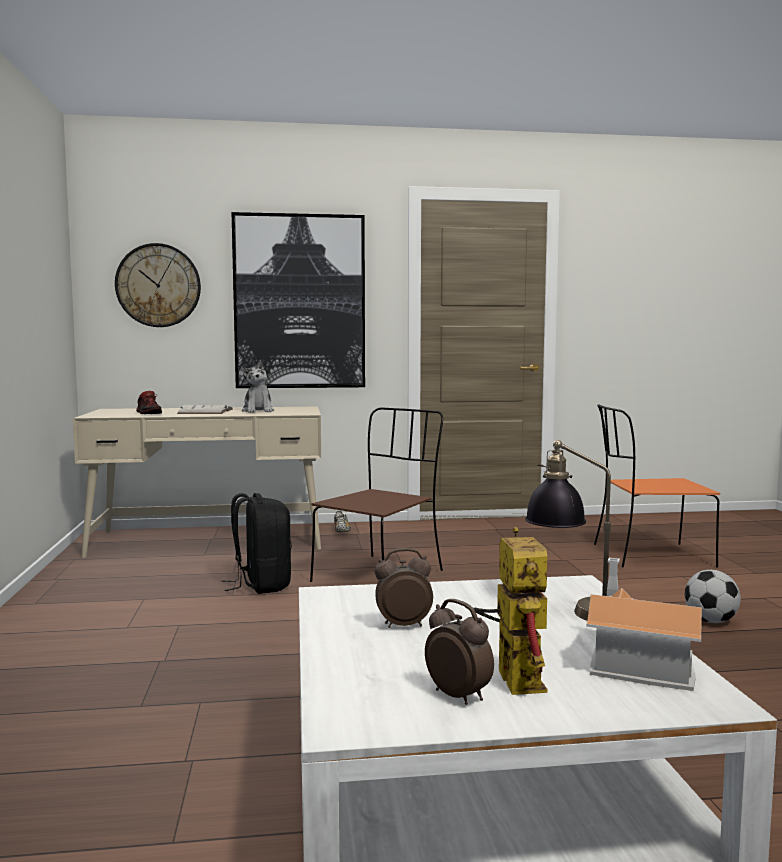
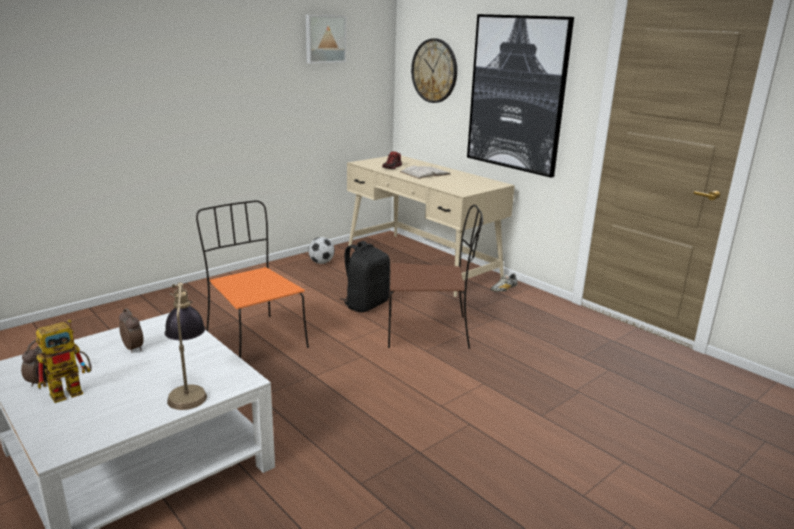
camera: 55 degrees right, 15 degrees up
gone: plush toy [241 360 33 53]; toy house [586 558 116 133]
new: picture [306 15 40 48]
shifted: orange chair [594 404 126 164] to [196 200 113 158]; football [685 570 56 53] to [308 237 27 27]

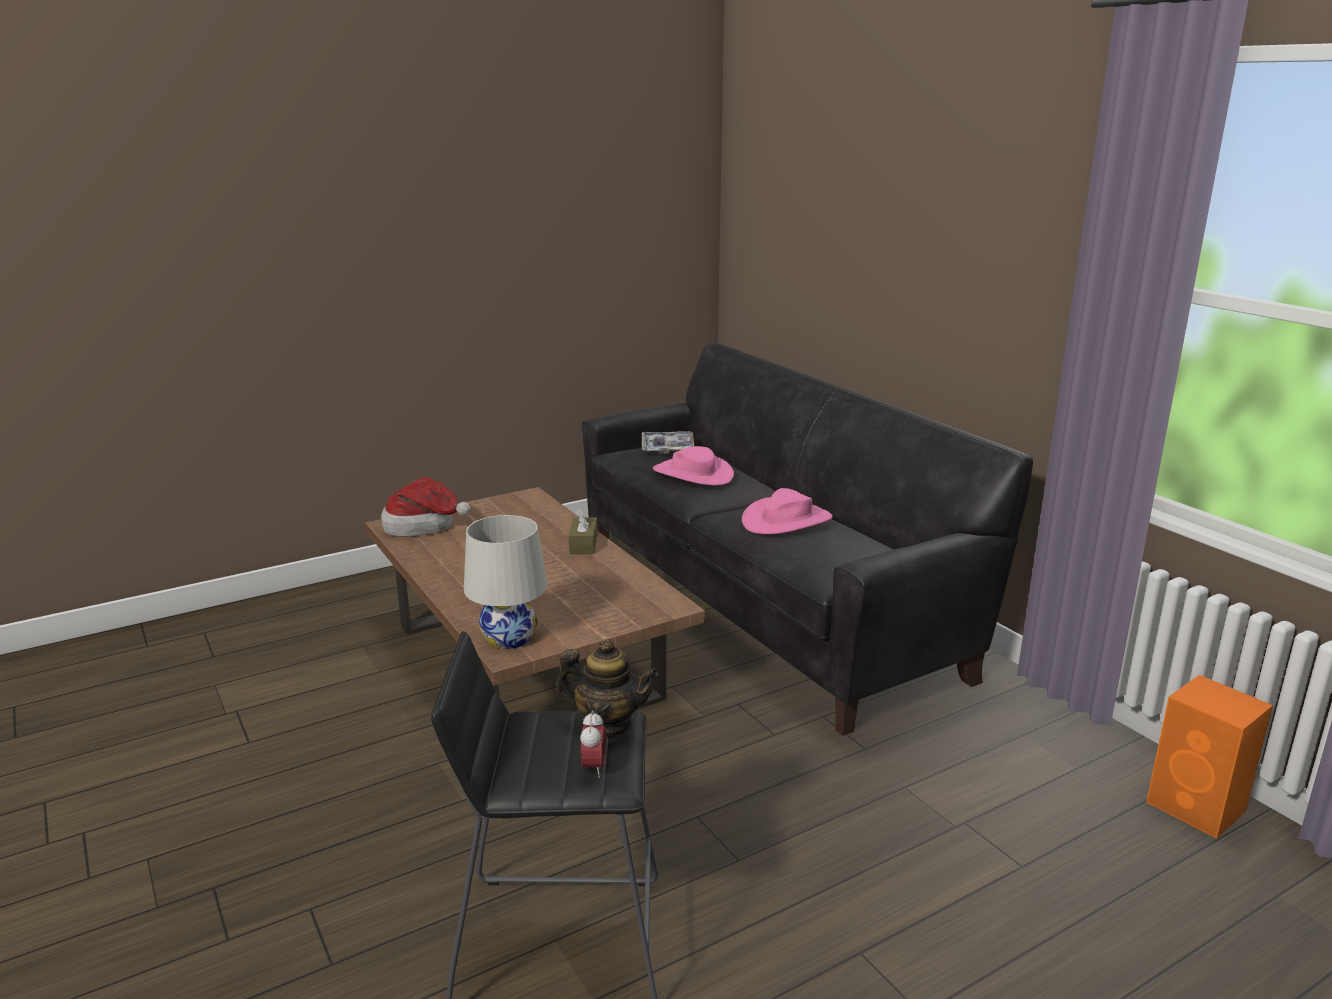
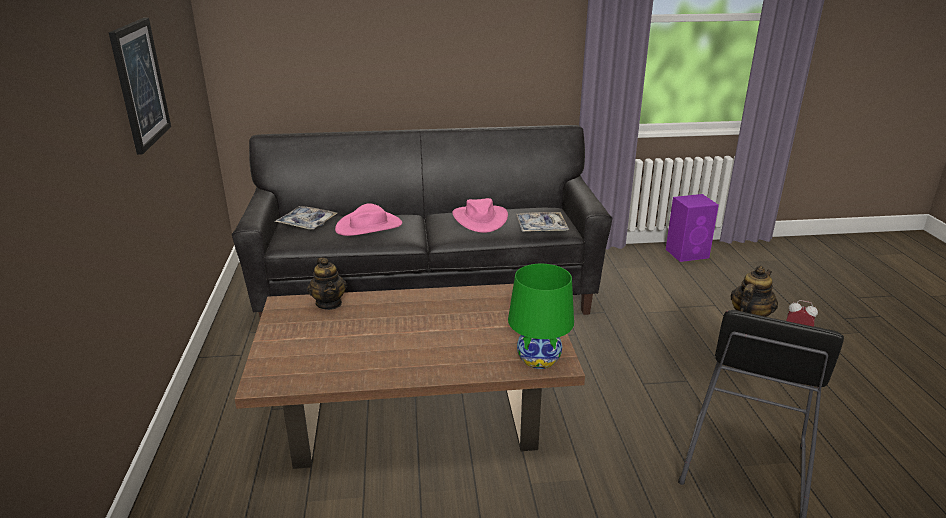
camera: 65 degrees left, 5 degrees up
gone: hat [381 477 90 60]; brown tissue box [569 508 28 46]
new: picture [109 18 62 137]; teapot [307 257 40 53]; tray [516 212 53 20]
repainted: white table lamp [464 515 84 134] to green table lamp [508 264 66 105]; orange speaker [1146 675 127 164] to purple speaker [666 194 53 68]

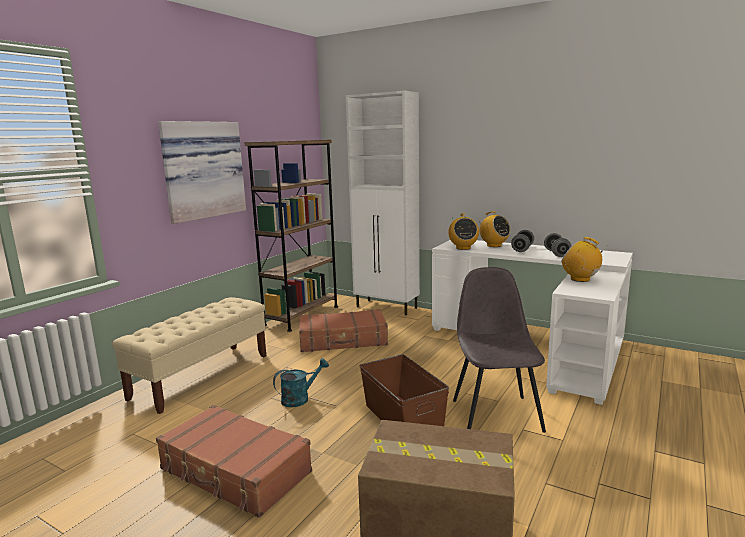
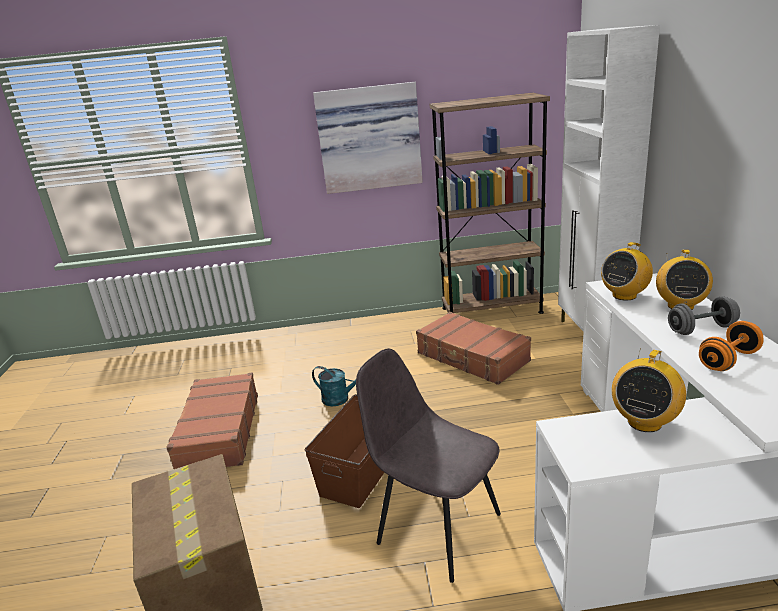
camera: 55 degrees right, 10 degrees up
gone: beige bench [112 297 154 117]
repainted: grey dumbbell [544 233 27 24] to orange dumbbell [699 321 64 50]
rotated: grey chair [453 267 93 166] = [356 348 145 235] 105 degrees counterclockwise; radio [561 237 44 45] = [612 348 74 84] 150 degrees counterclockwise

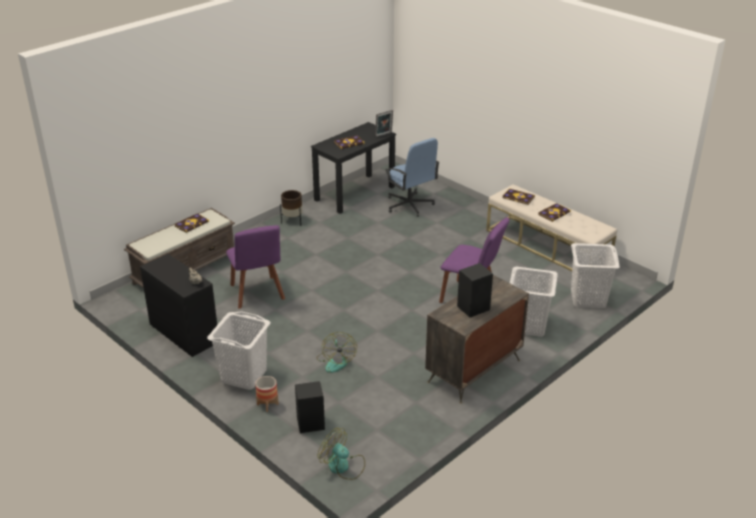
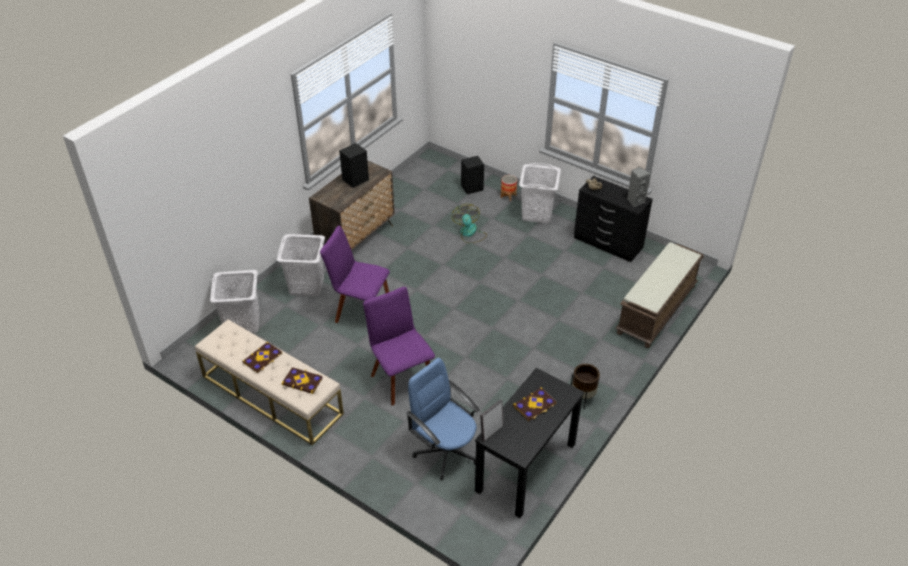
camera: 170 degrees right, 10 degrees up
gone: book [174 214 35 19]; fan [317 428 48 52]
new: grey speaker [627 167 24 40]
shifted: purple chair [226 225 59 84] to [363 287 72 119]

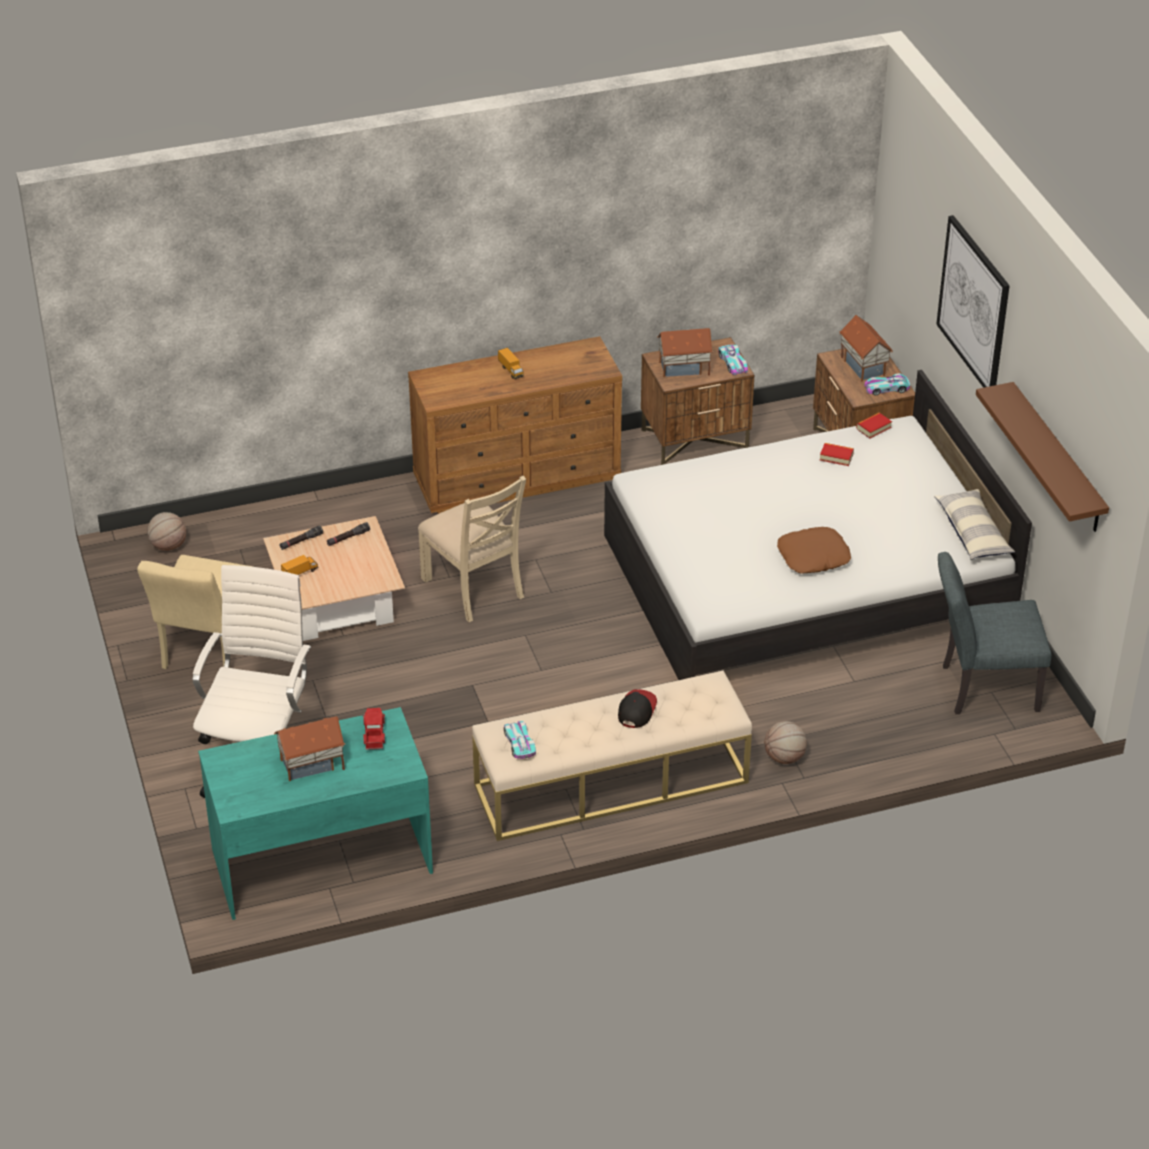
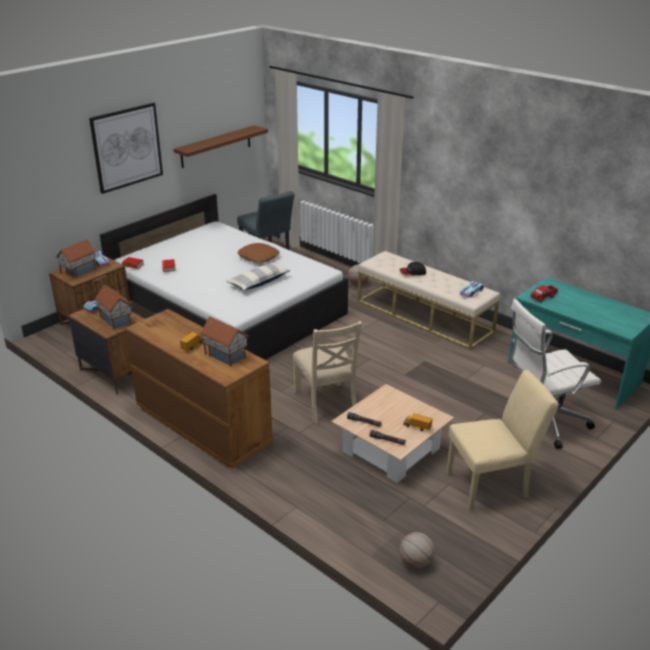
camera: 120 degrees left, 10 degrees down
shifted: toy house [274 716 71 65] to [200 317 49 50]; pillow [934 489 81 71] to [226 262 64 28]
rotated: beige chair [418 475 108 147] = [293 321 69 103] 135 degrees clockwise

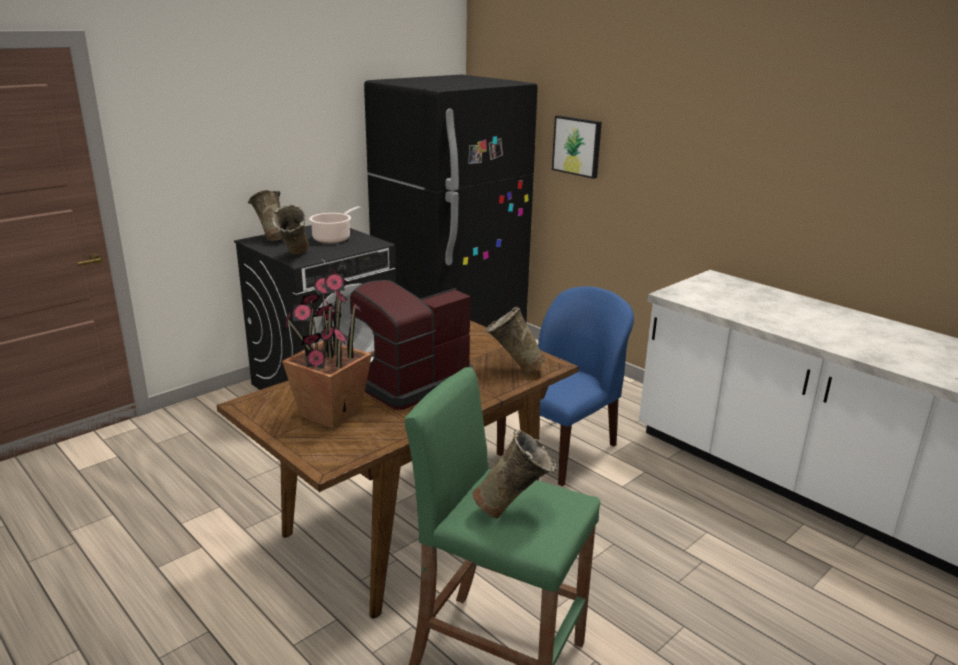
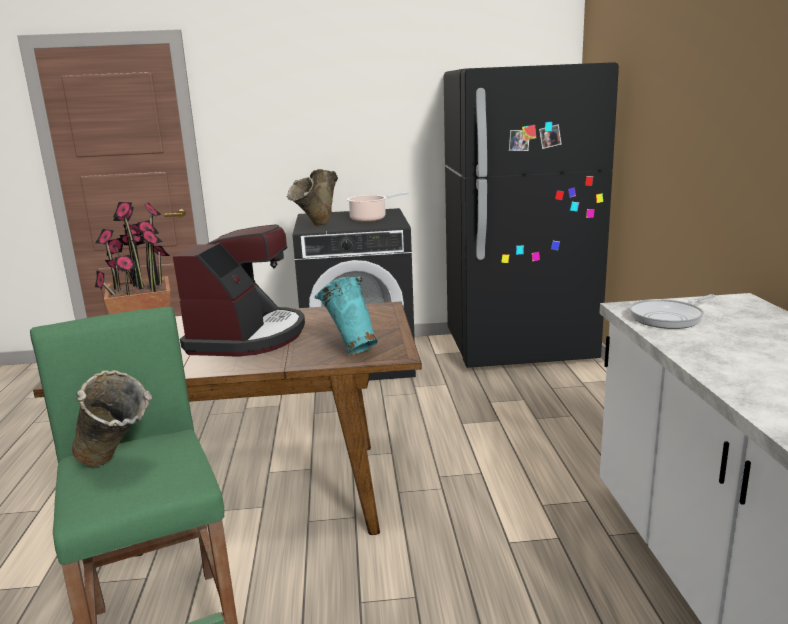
camera: 40 degrees right, 5 degrees down
gone: blue chair [497 286 137 200]; picture [552 115 50 64]
new: frying pan [629 294 87 35]
repainted: beige vase [486 307 60 67] to turquoise vase [315 277 63 78]
rotated: coffee machine [350 280 123 130] = [173 224 132 133] 105 degrees clockwise

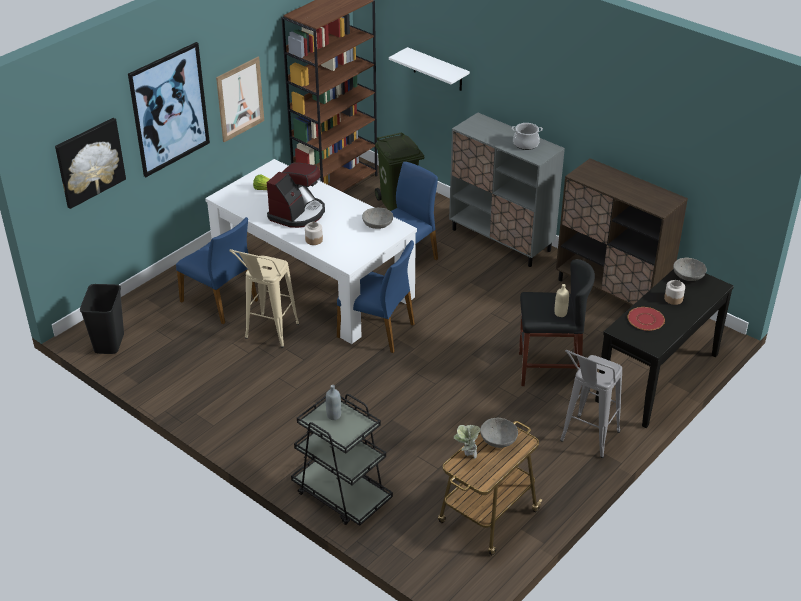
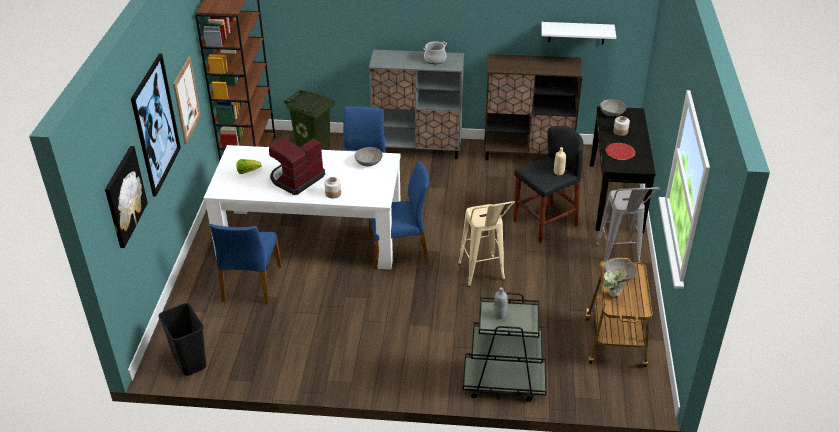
camera: 35 degrees left, 0 degrees up
shifted: beige stool [229 249 70 99] to [458 201 57 86]; white shelf [389 47 81 44] to [541 22 75 23]
rotated: blue chair [176 217 82 107] = [210 224 71 80] 90 degrees clockwise; coffee machine [267 163 58 65] = [269 138 56 57] 135 degrees counterclockwise

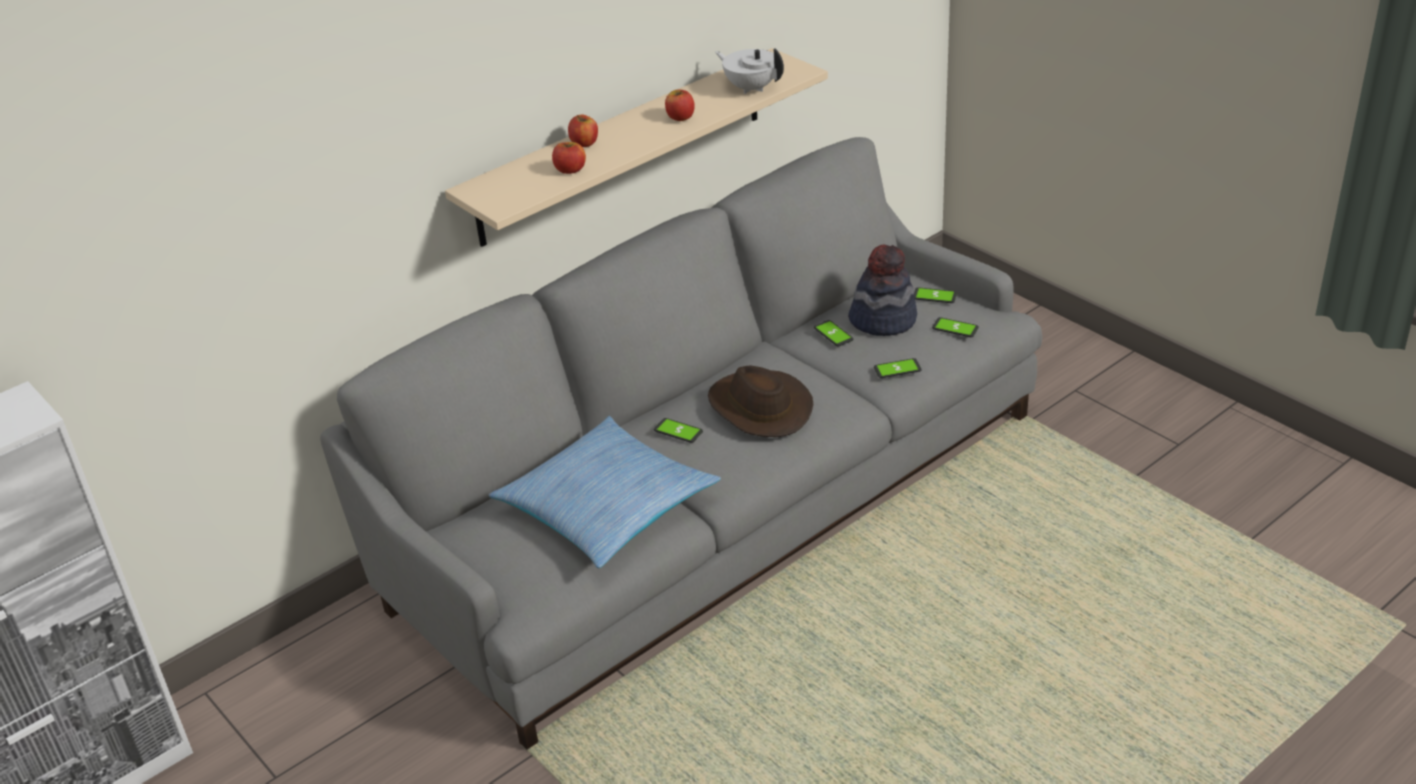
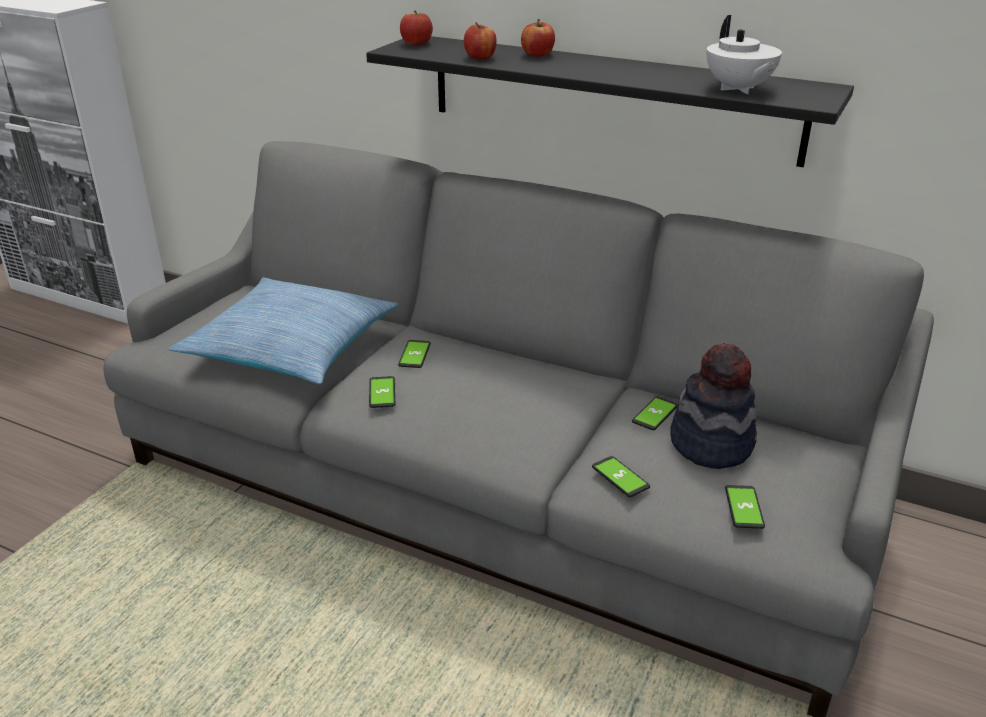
camera: 65 degrees right, 5 degrees down
gone: brown hat [708 365 105 72]
shifted: apple [665 89 30 32] to [400 10 33 35]; phone [914 287 43 16] to [369 376 26 32]
repainted: beige shelf [445 48 383 199] to black shelf [366 36 488 131]
rotated: white teapot [715 48 69 46] = [707 15 75 79] 150 degrees clockwise

